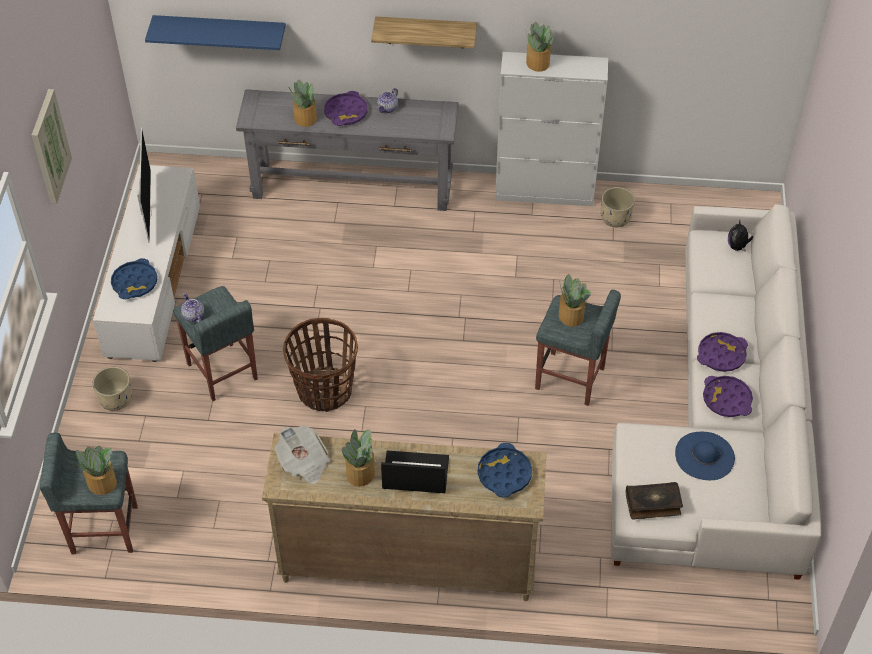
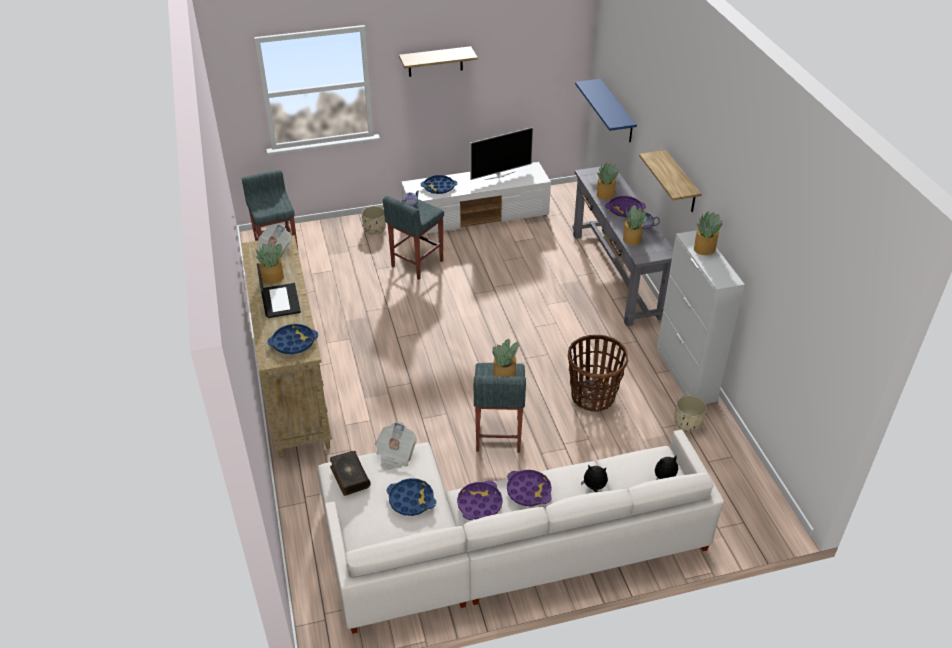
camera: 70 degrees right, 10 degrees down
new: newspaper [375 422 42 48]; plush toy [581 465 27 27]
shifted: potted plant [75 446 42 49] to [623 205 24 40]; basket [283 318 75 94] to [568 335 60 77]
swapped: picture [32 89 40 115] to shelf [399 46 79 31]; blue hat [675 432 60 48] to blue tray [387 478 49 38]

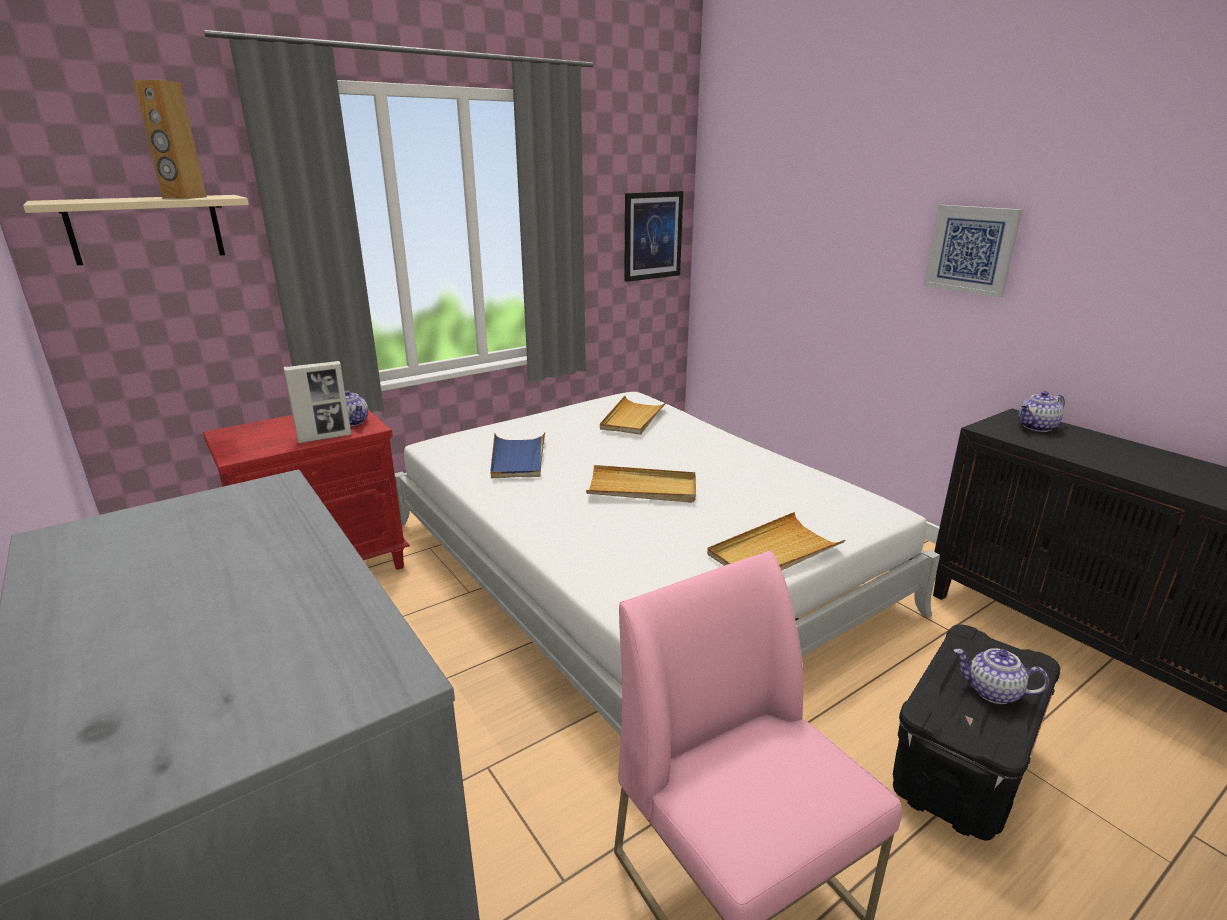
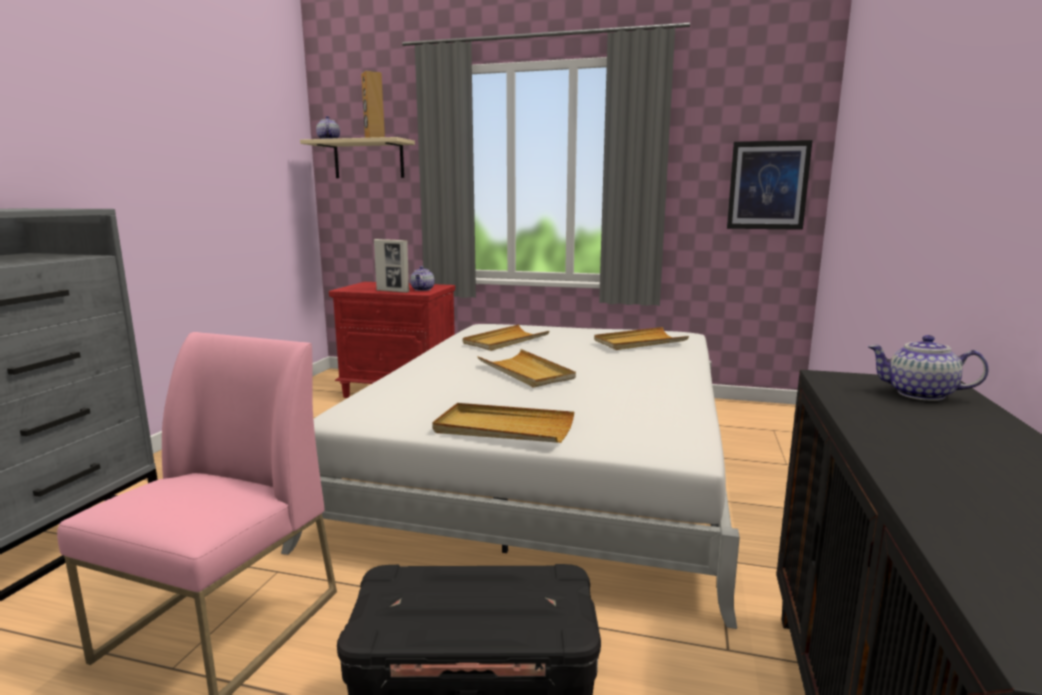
camera: 50 degrees right, 10 degrees down
gone: picture [924 205 99 93]
shifted: teapot [954 648 95 56] to [316 116 24 23]
repainted: blue tray [490 432 55 46] to beige tray [463 324 86 27]

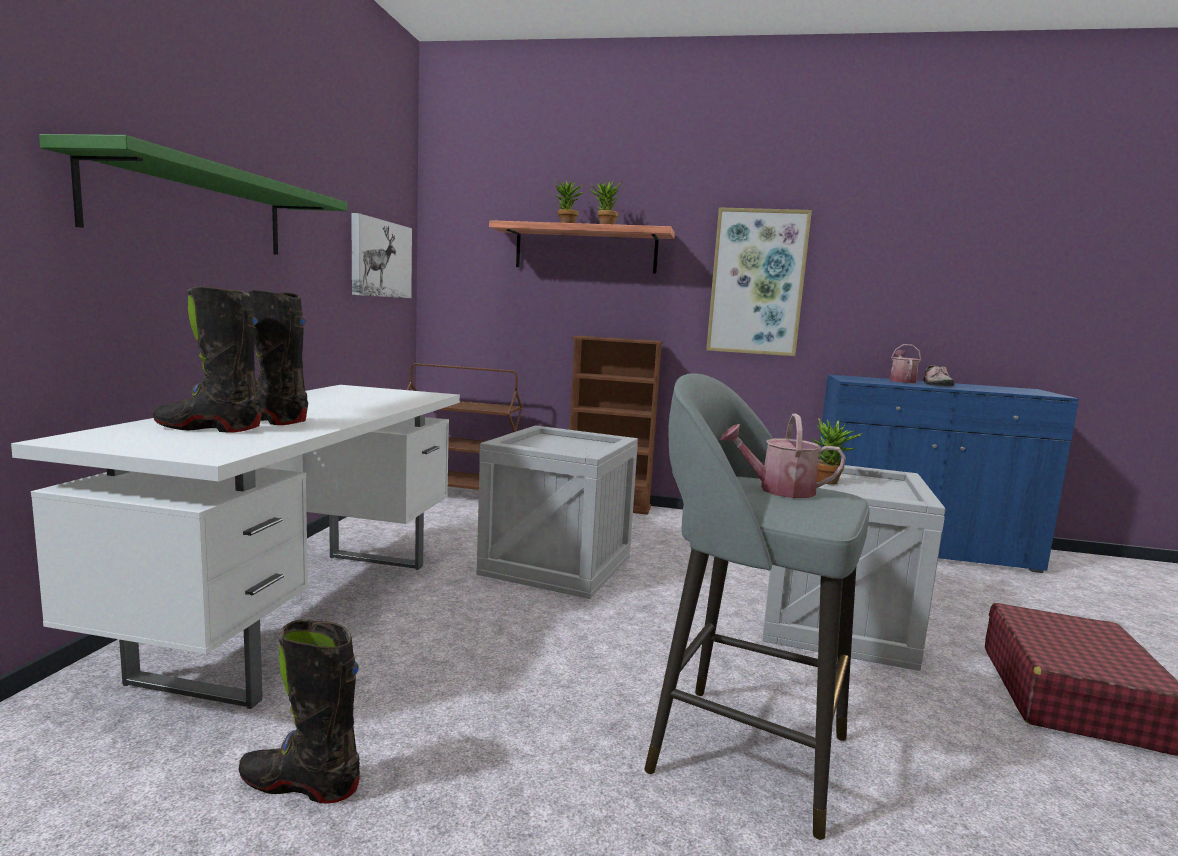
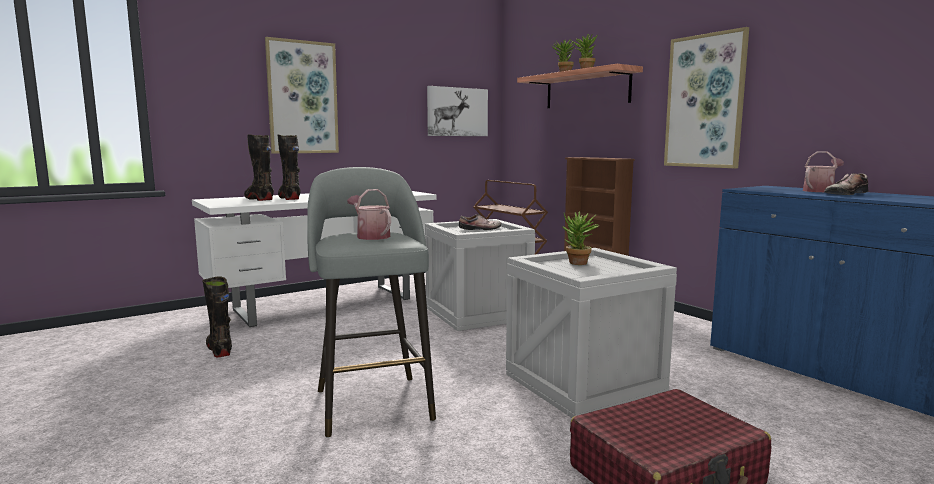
camera: 45 degrees right, 0 degrees up
new: shoe [459 214 42 16]
swapped: green shelf [39 134 309 121] to picture [265 37 74 117]

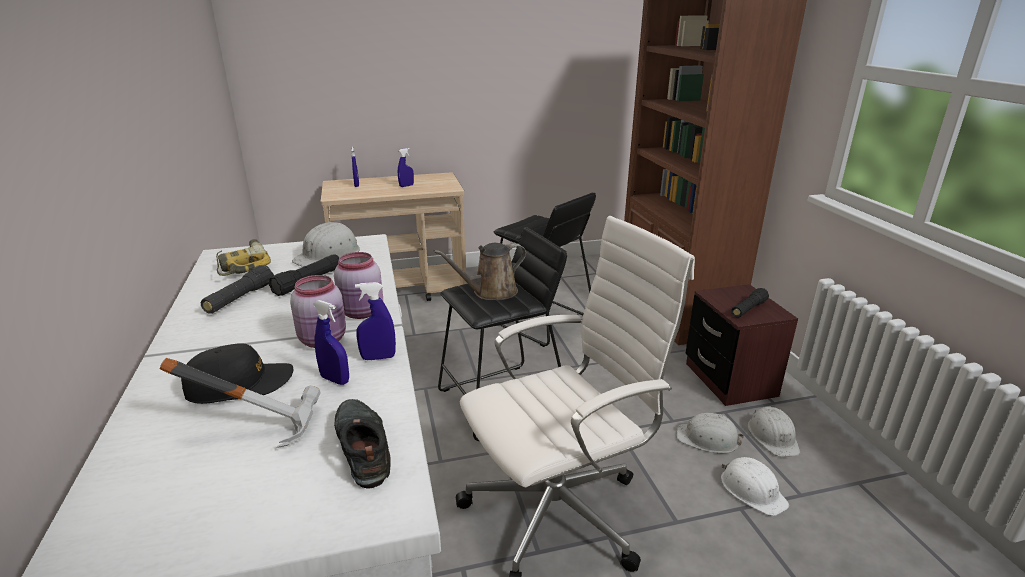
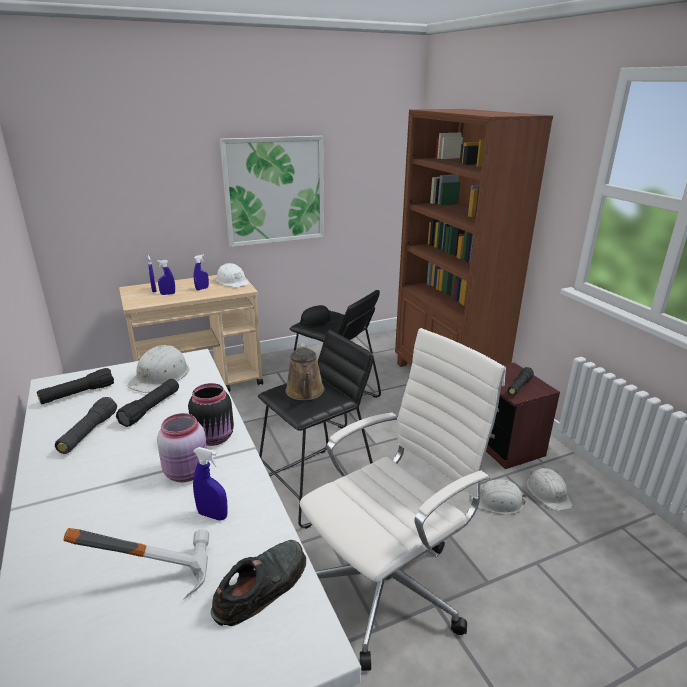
camera: 10 degrees left, 0 degrees up
new: picture [220 136 104 111]
shifted: black cap [181 343 112 61] to [300 305 40 23]; blue spray bottle [355 282 41 78] to [157 260 18 35]; white hard hat [721 457 68 59] to [216 263 33 24]
swapped: power drill [216 239 55 37] to black flashlight [37 368 77 36]
repainted: pink jar [334 252 49 67] to black jar [188 383 46 63]
rotated: black shoe [334 399 57 89] = [211 540 95 86] 75 degrees clockwise; brown watering can [434 243 92 57] = [285 343 40 57] 60 degrees counterclockwise

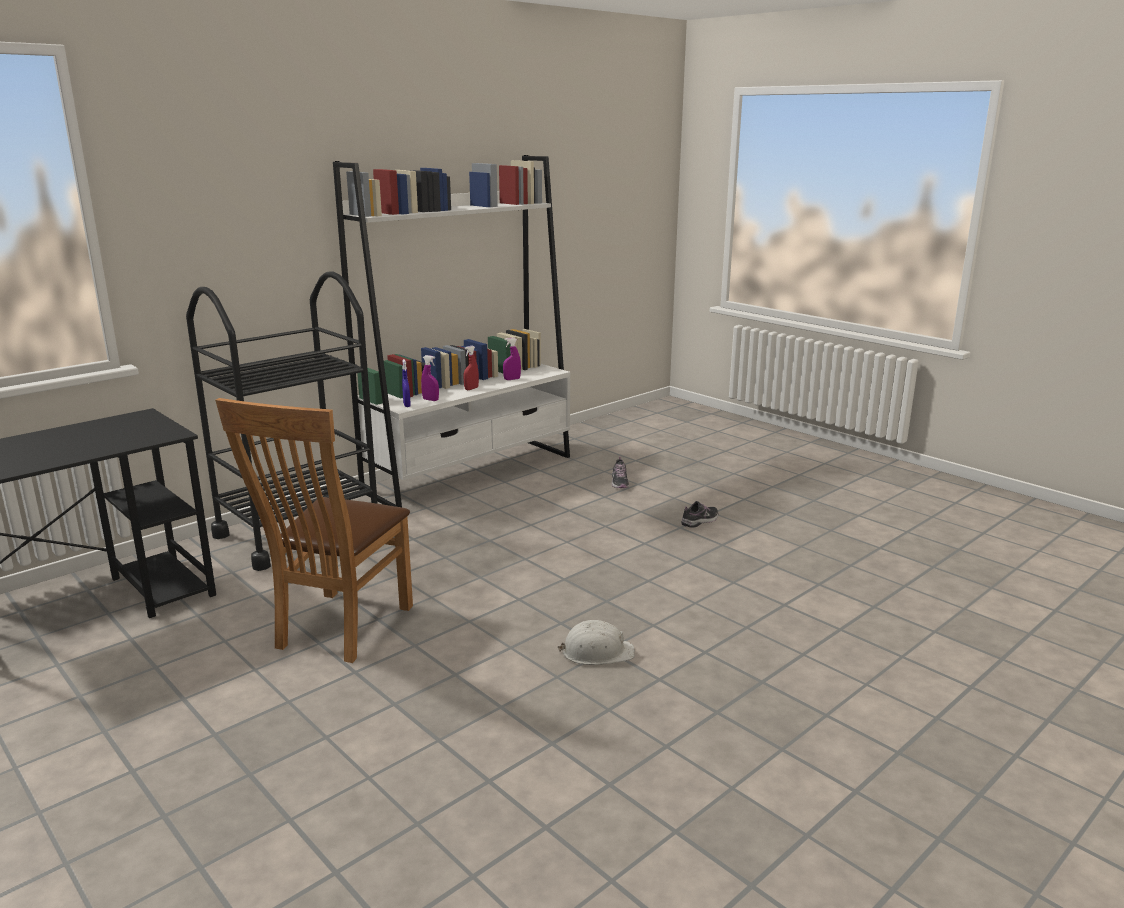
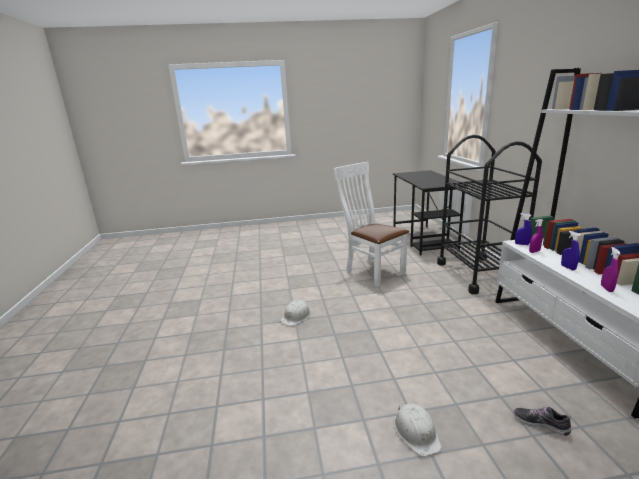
camera: 125 degrees right, 0 degrees up
swapped: shoe [681 501 37 27] to white hard hat [394 404 48 53]
repainted: brown chair [215 398 198 265] to white chair [333 162 76 125]; red spray bottle [464 346 15 44] to blue spray bottle [561 231 20 39]

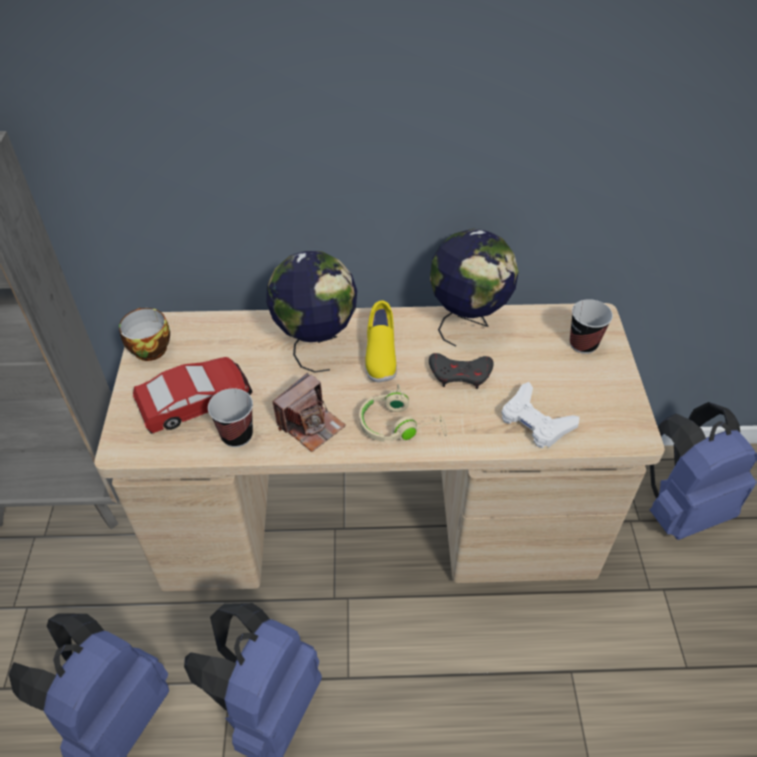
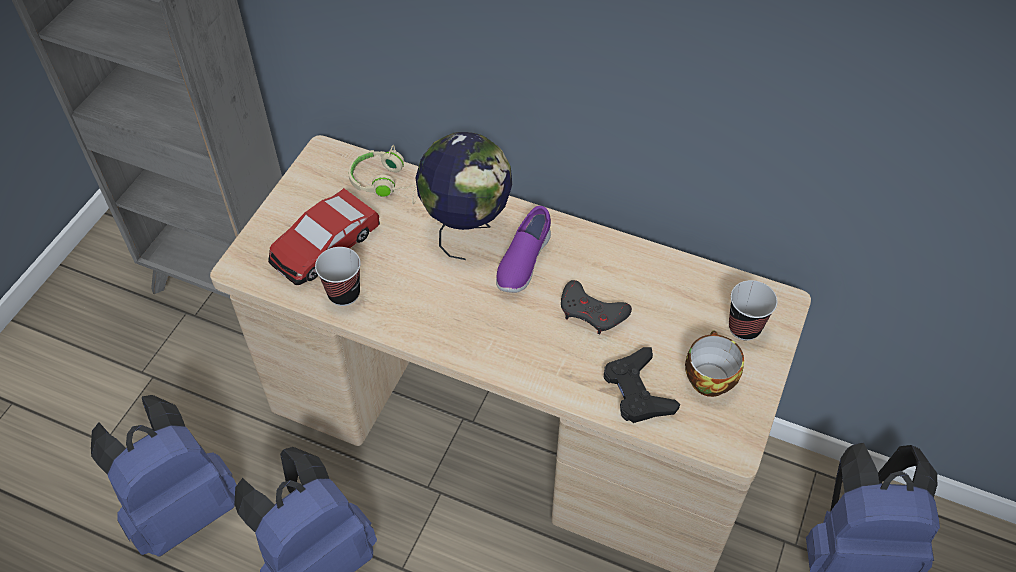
camera: 25 degrees right, 5 degrees up
gone: photo camera [273 373 73 79]; globe [430 229 88 118]
shifted: cup [119 308 51 53] to [685 330 59 67]; beige headphones [359 384 88 58] to [348 145 70 59]
repainted: yellow shoe [365 300 32 82] to purple shoe [496 206 55 87]; white game controller [502 382 78 66] to black game controller [604 347 76 76]
rotated: toy car [133 357 119 77] = [268 188 112 97] 135 degrees clockwise

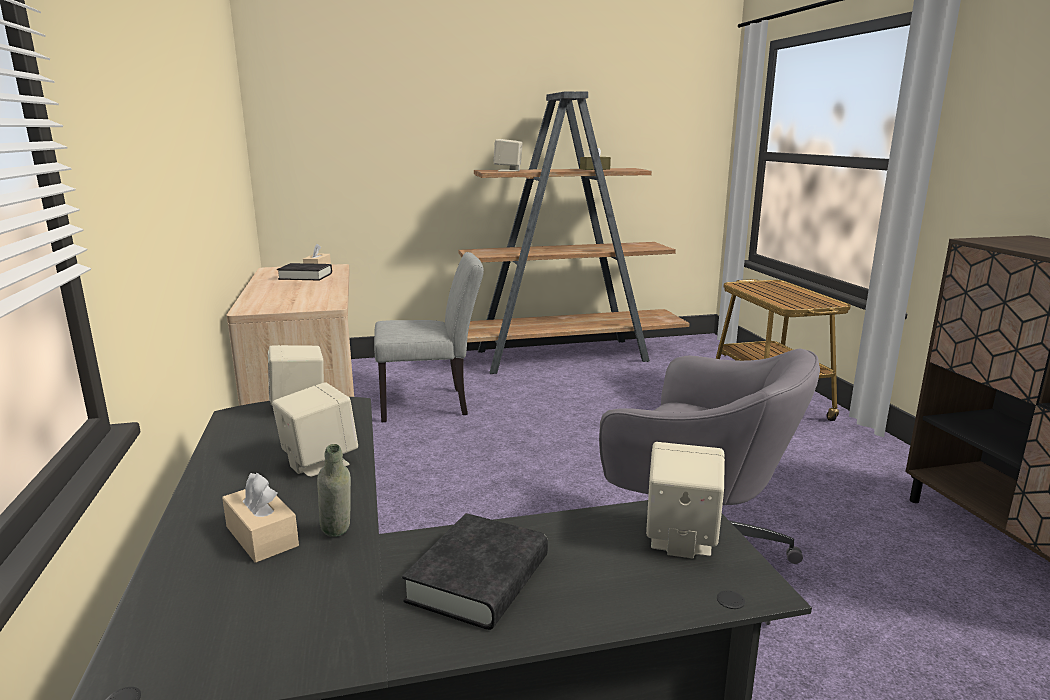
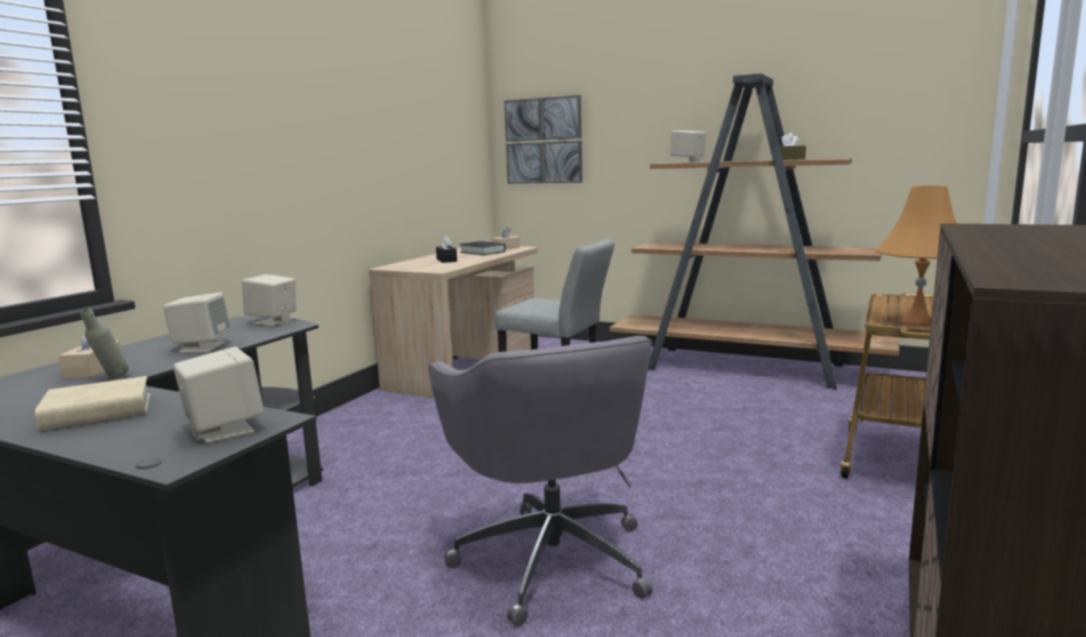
camera: 40 degrees right, 5 degrees down
new: black tissue box [436 236 21 27]; picture [504 95 78 89]; orange table lamp [875 185 82 141]
repainted: black book [402 513 146 117] to beige book [35 376 115 54]

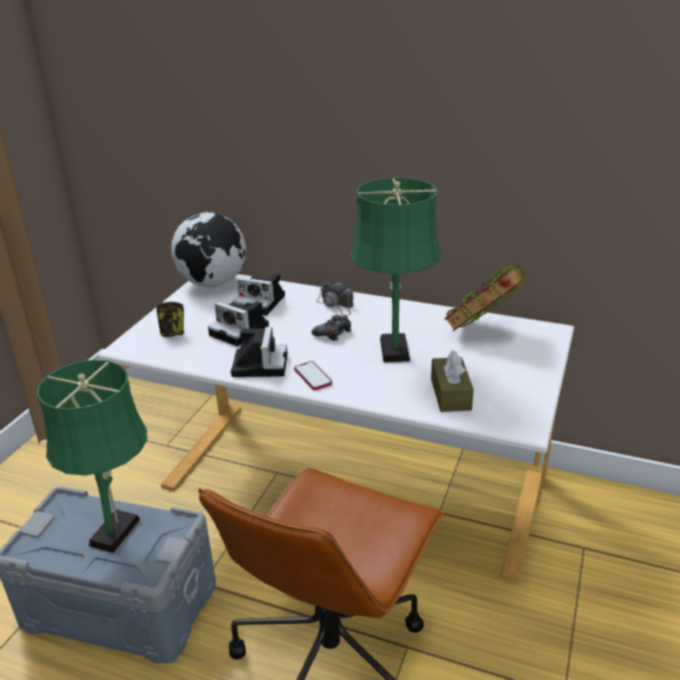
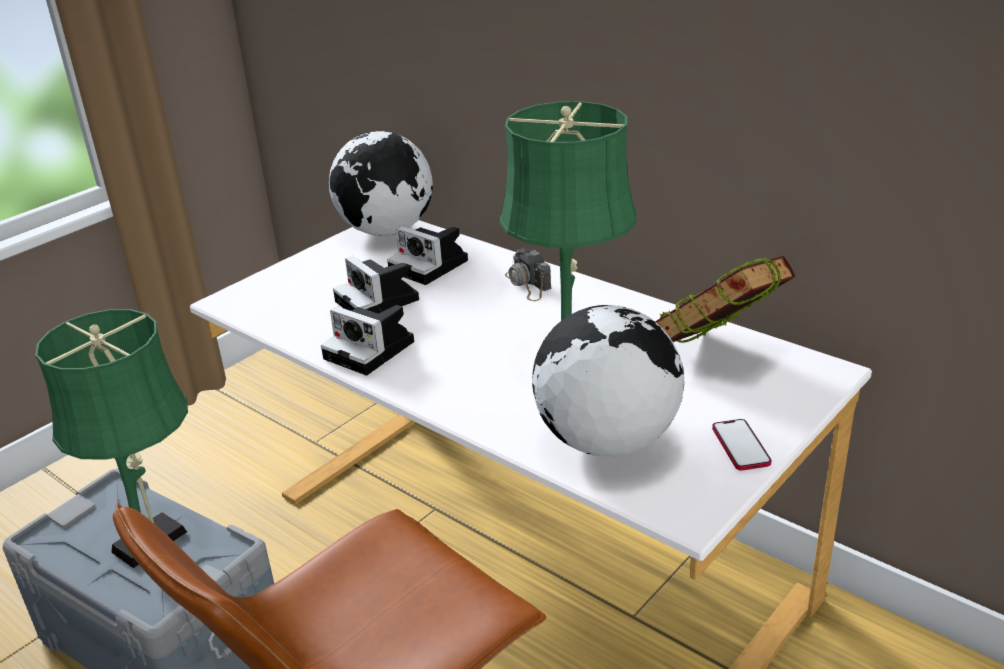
camera: 20 degrees right, 0 degrees up
gone: mug [156 302 28 35]; black game controller [311 315 40 26]
shifted: phone [294 361 38 29] to [712 419 59 52]
swapped: brown tissue box [431 350 43 62] to globe [532 305 152 152]
rotated: photo camera [231 327 56 50] = [321 305 93 70] 105 degrees clockwise

